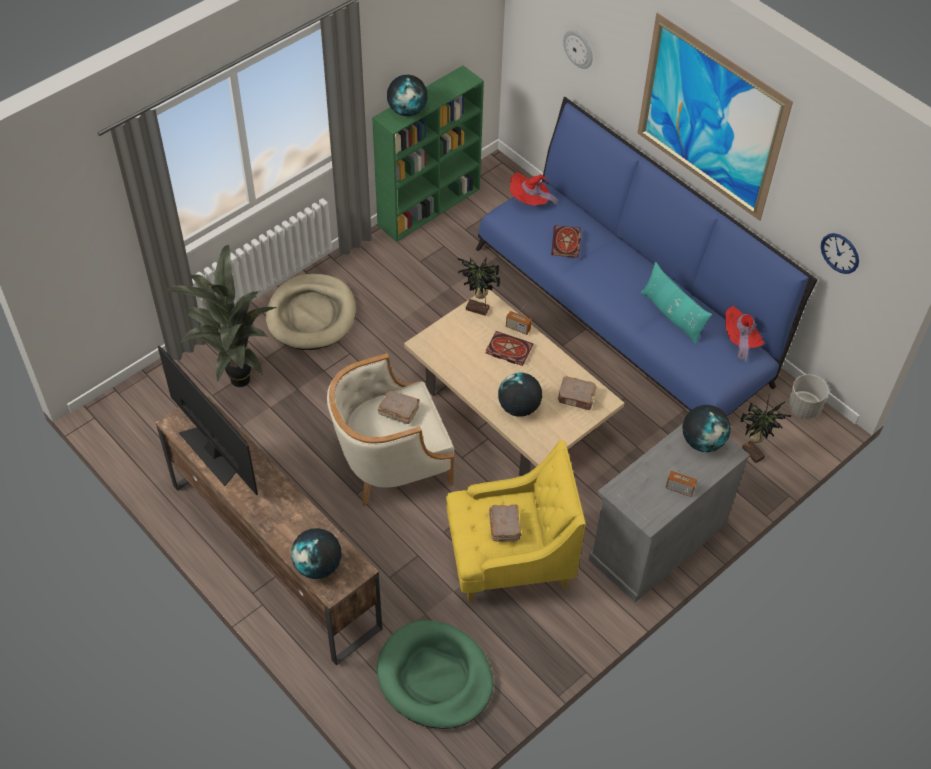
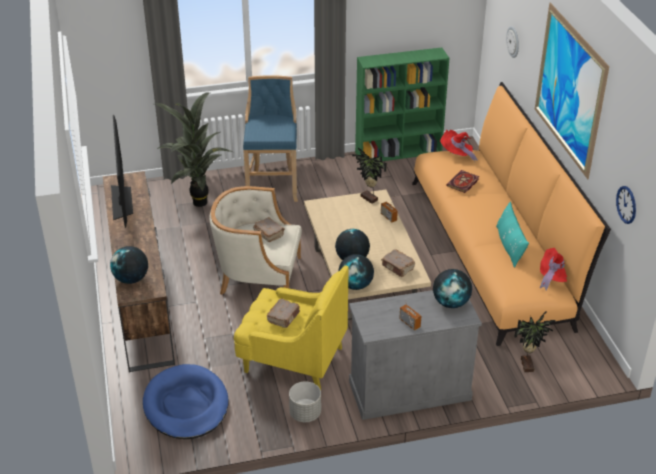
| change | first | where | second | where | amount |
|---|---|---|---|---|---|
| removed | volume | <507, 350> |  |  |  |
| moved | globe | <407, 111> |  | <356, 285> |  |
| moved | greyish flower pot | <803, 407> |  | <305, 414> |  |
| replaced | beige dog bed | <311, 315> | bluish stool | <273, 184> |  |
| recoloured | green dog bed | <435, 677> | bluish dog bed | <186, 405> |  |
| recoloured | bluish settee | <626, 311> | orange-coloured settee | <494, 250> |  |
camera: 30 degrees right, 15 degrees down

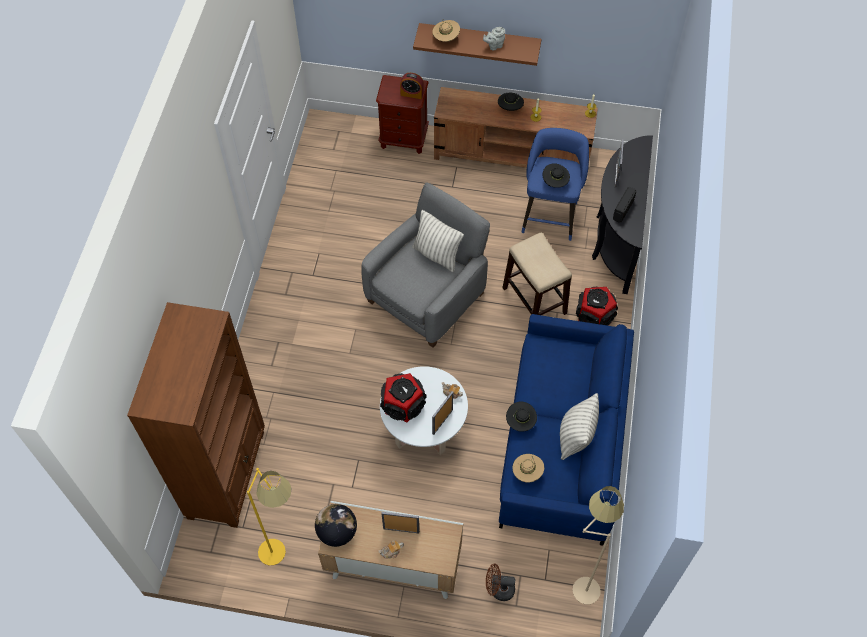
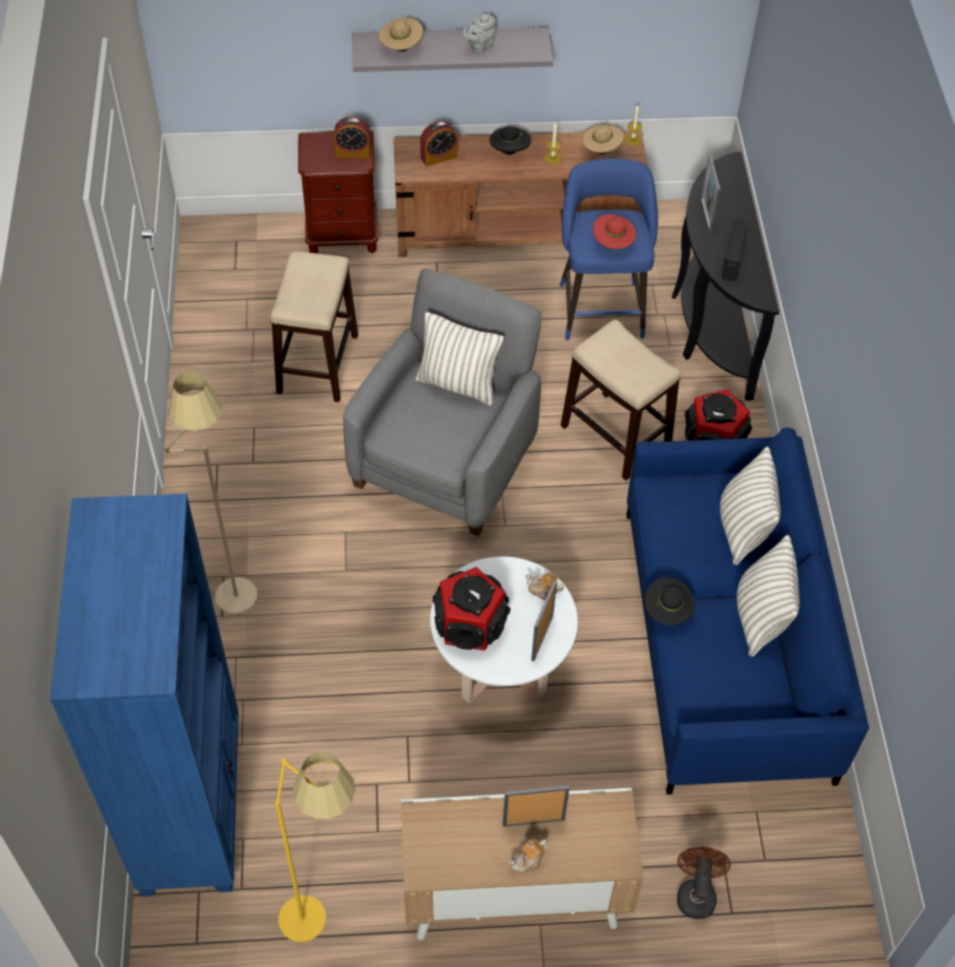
| change | first | where | second | where | amount |
|---|---|---|---|---|---|
| removed | globe | <337, 532> |  |  |  |
| added |  |  | stool | <317, 364> |  |
| added |  |  | alarm clock | <438, 157> |  |
| added |  |  | throw pillow | <743, 528> |  |
| moved | beige clothing hat | <527, 472> |  | <601, 150> |  |
| moved | beige standard lamp | <583, 578> |  | <230, 580> |  |
| recoloured | brown-coloured shelving unit | <227, 474> | bluish shelving unit | <192, 806> |  |
| recoloured | brown-coloured shelf | <479, 40> | greyish shelf | <450, 47> |  |
| recoloured | blackish clothing hat | <555, 182> | red-coloured clothing hat | <613, 243> |  |
| turned | brown-coloured cooling fan | <498, 589> |  | <696, 893> | 105 degrees clockwise |
camera: 15 degrees left, 5 degrees down

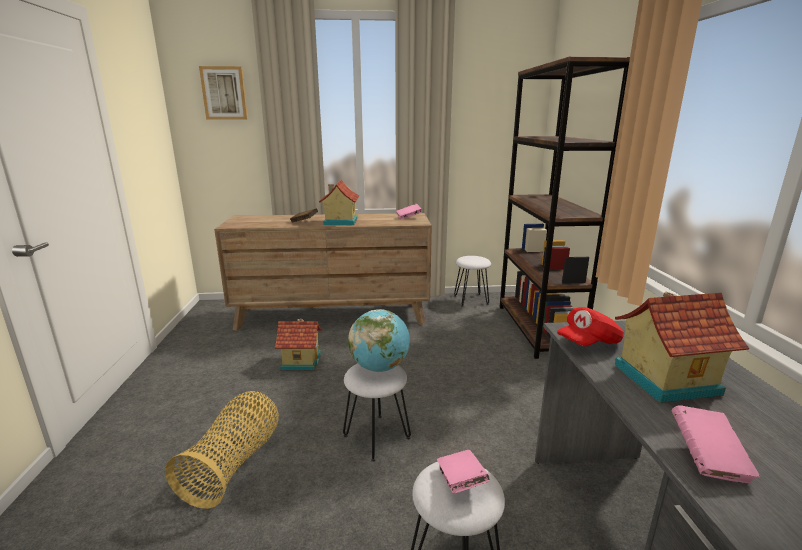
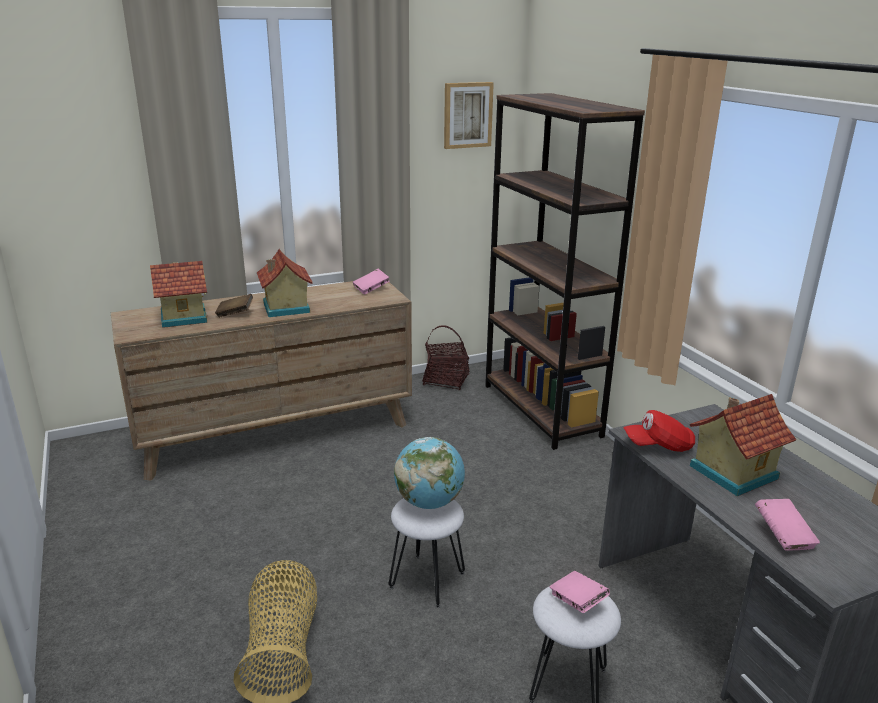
| change | first | where | second | where | amount |
|---|---|---|---|---|---|
| moved | wall picture | <224, 93> |  | <467, 115> |  |
| moved | miniature house | <301, 360> |  | <183, 316> |  |
| replaced | white-coloured stool | <471, 300> | storage basket | <446, 380> |  |
| turned | red-coloured cap | <588, 343> |  | <658, 445> | 45 degrees clockwise |
camera: 20 degrees left, 5 degrees up

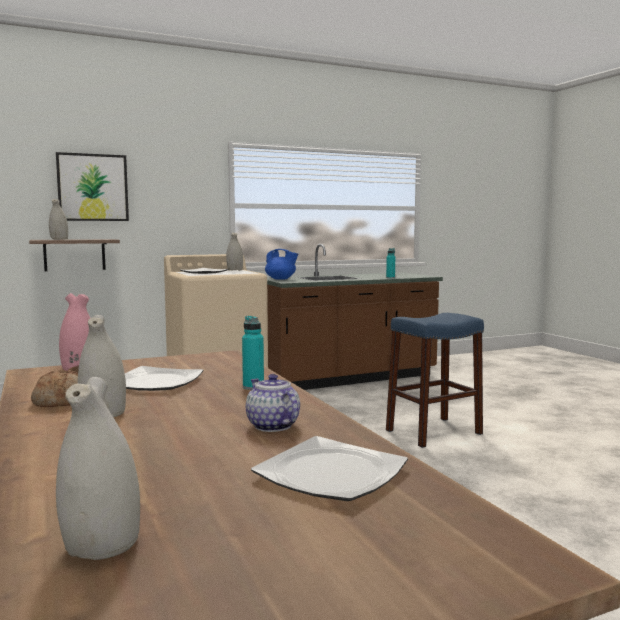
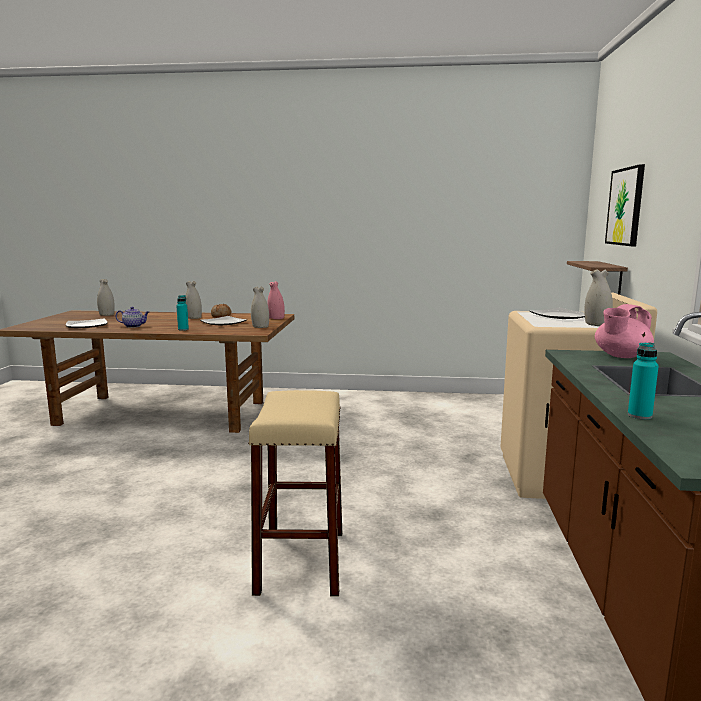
| change | first | where | second | where | amount |
|---|---|---|---|---|---|
| moved | white-coloured decorative vase | <59, 239> |  | <260, 326> |  |
| recoloured | bluish tea pot | <281, 279> | pink tea pot | <621, 356> |  |
| recoloured | bluish stool | <434, 432> | beige stool | <301, 561> |  |
camera: 120 degrees right, 5 degrees up

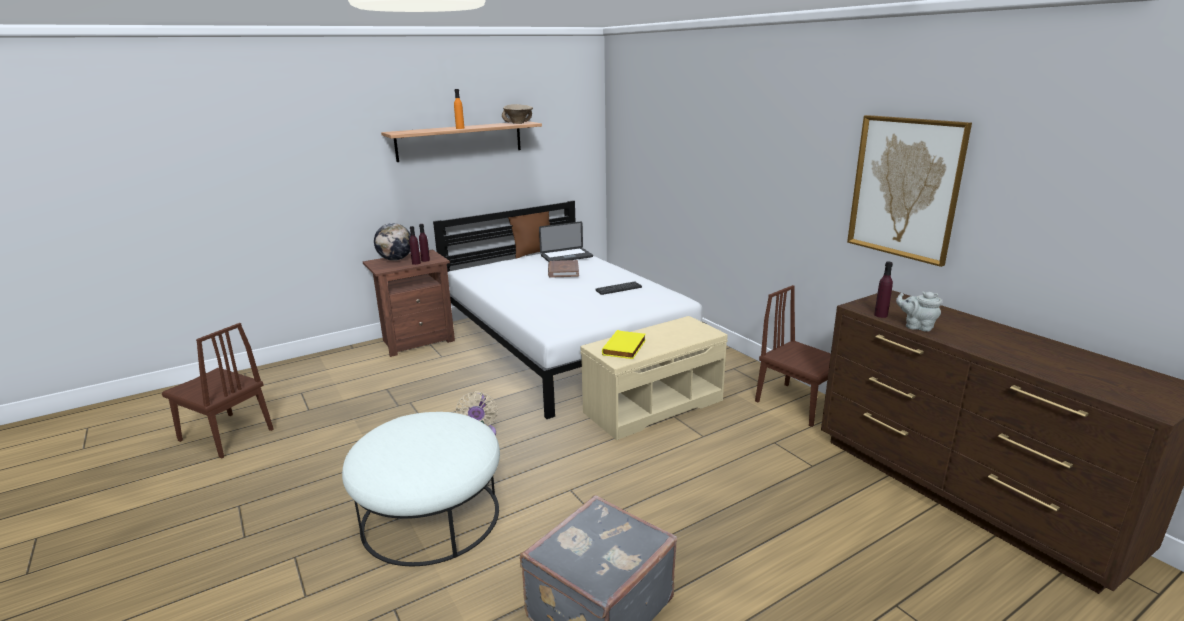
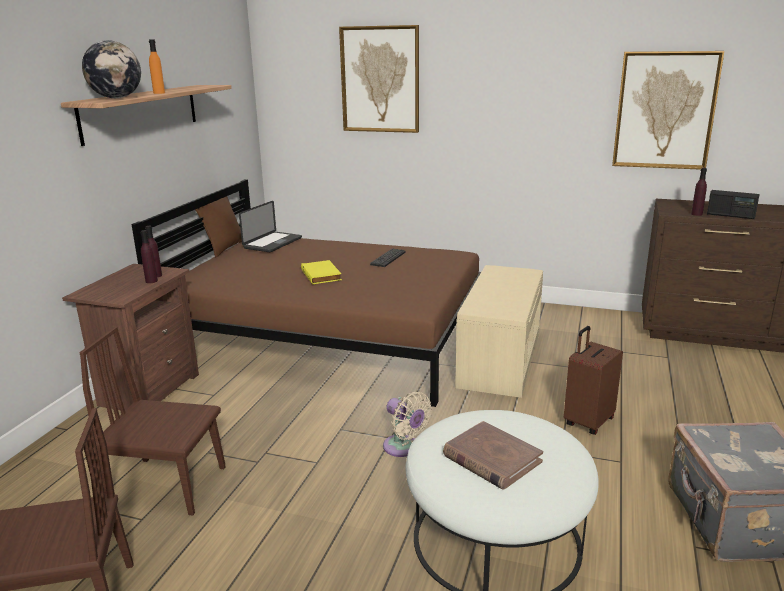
| change | first | where | second | where | amount |
|---|---|---|---|---|---|
| removed | beige deep dish | <519, 123> |  |  |  |
| added |  |  | wall picture | <380, 79> |  |
| added |  |  | brown-coloured piece of luggage | <587, 422> |  |
| moved | globe | <395, 259> |  | <116, 98> |  |
| moved | brown-coloured volume | <563, 271> |  | <491, 459> |  |
| moved | yellow volume | <625, 348> |  | <322, 275> |  |
| moved | brown-coloured plain chair | <798, 404> |  | <167, 485> |  |
| replaced | greyish tea pot | <917, 326> | radio set | <730, 215> |  |
| recoloured | white-coloured bed | <564, 344> | brown-coloured bed | <329, 338> |  |
camera: 40 degrees left, 0 degrees up

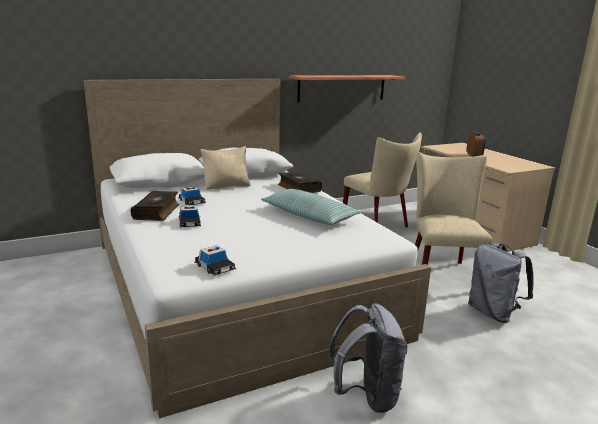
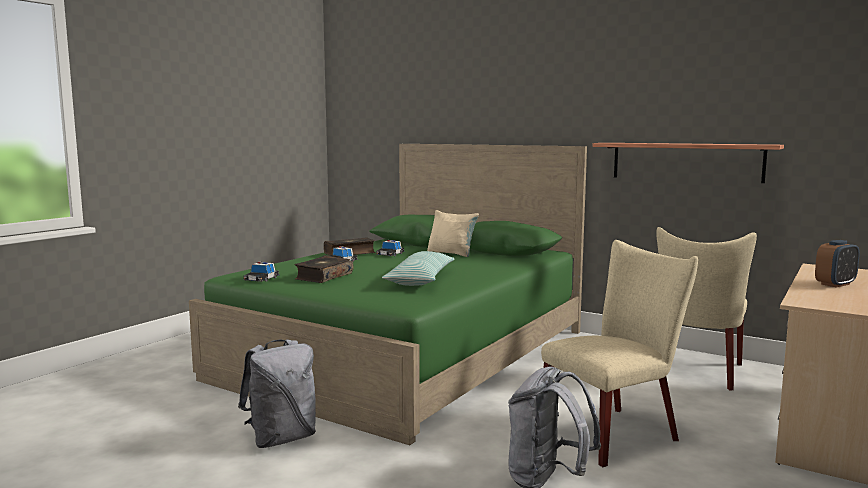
| change | first | where | second | where | amount |
|---|---|---|---|---|---|
| moved | volume | <298, 188> |  | <323, 277> |  |
| recoloured | white-coloured bed | <237, 285> | green bed | <408, 353> |  |
camera: 60 degrees right, 10 degrees down

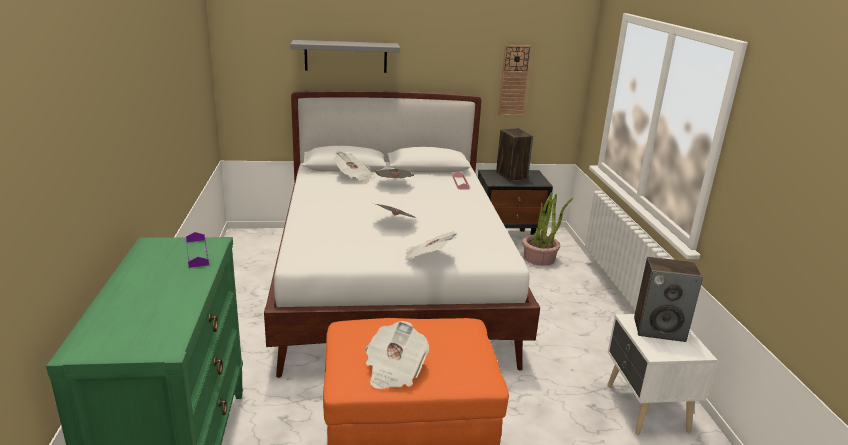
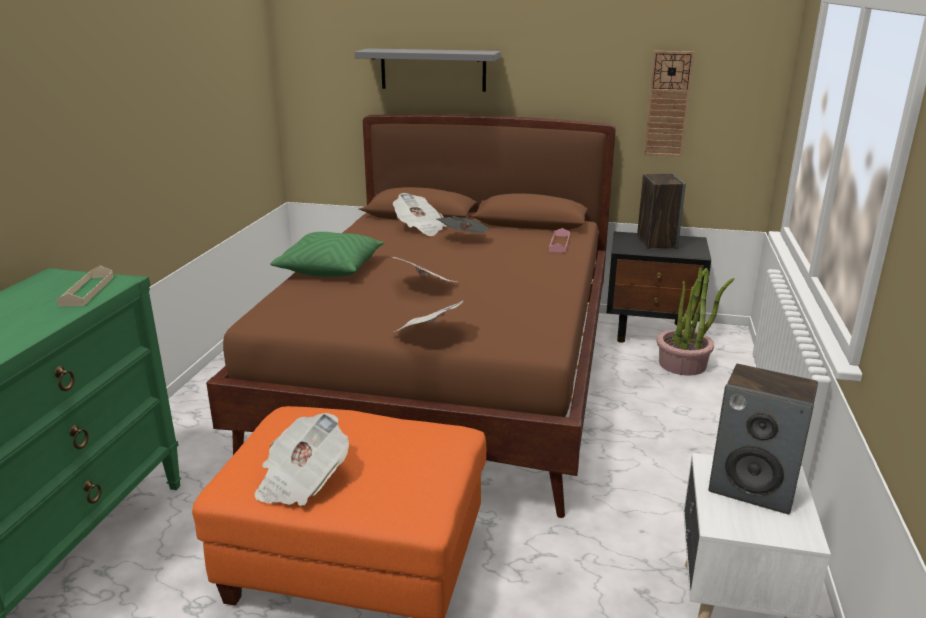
| change | first | where | second | where | amount |
|---|---|---|---|---|---|
| added |  |  | green throw pillow | <331, 268> |  |
| recoloured | purple-coloured carrying tray | <197, 253> | beige carrying tray | <87, 291> |  |
| recoloured | white-coloured bed | <392, 287> | brown-coloured bed | <448, 379> |  |
camera: 20 degrees right, 0 degrees up

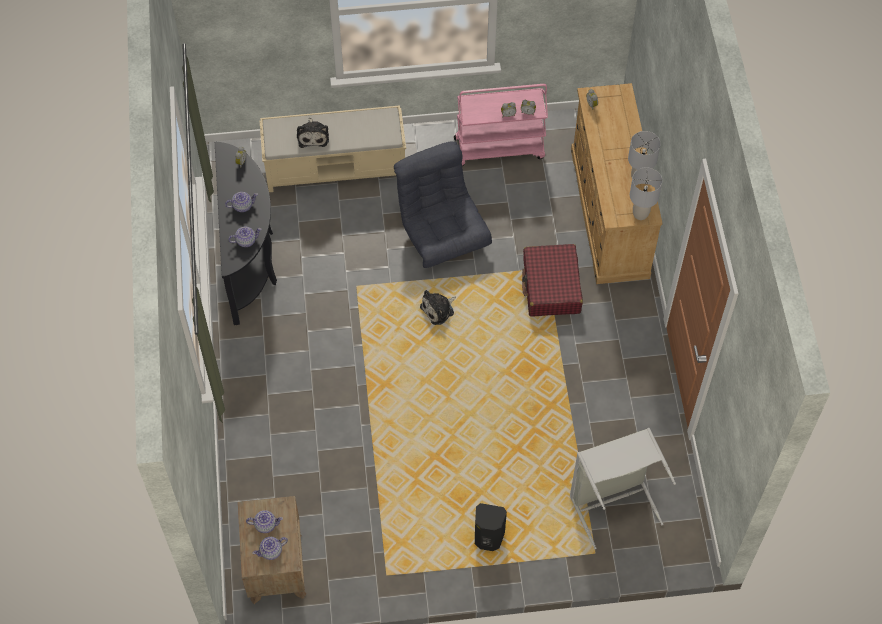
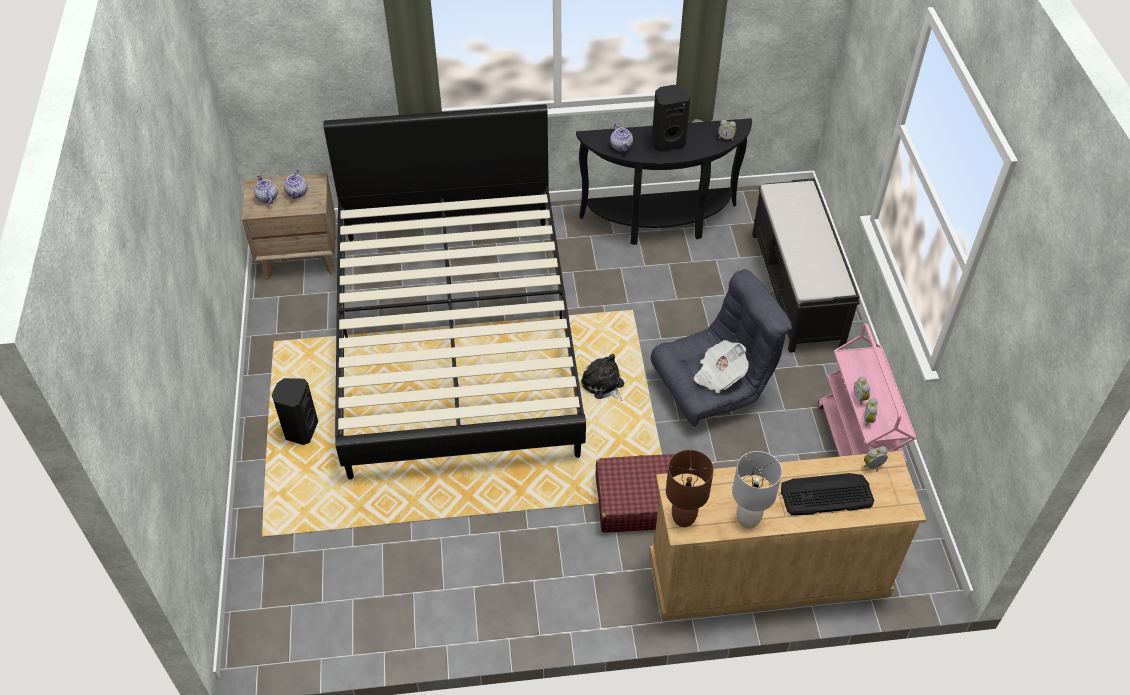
| change | first | where | second | where | amount |
|---|---|---|---|---|---|
| removed | plush toy | <313, 136> |  |  |  |
| removed | greyish washing basket | <612, 501> |  |  |  |
| added |  |  | blackish bed | <456, 337> |  |
| added |  |  | printed paper | <719, 375> |  |
| added |  |  | computer keyboard | <826, 495> |  |
| replaced | tea pot | <242, 206> | blackish speaker | <667, 142> |  |
| recoloured | beige bench | <336, 166> | blackish bench | <797, 289> |  |
| recoloured | greyish tabletop lamp | <640, 214> | brown-coloured tabletop lamp | <684, 518> |  |
camera: 90 degrees right, 10 degrees down

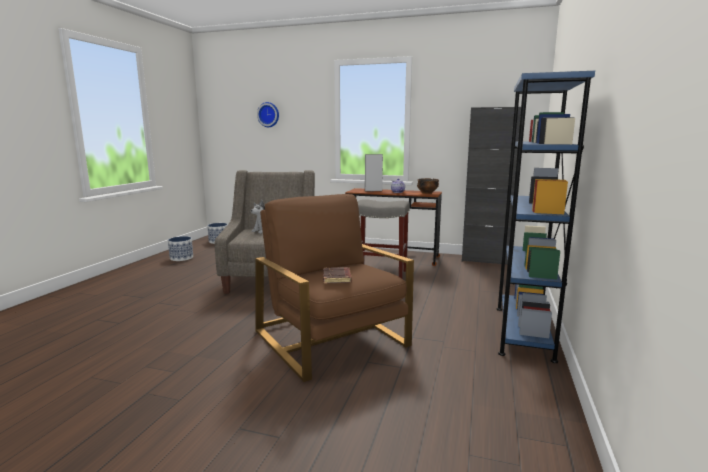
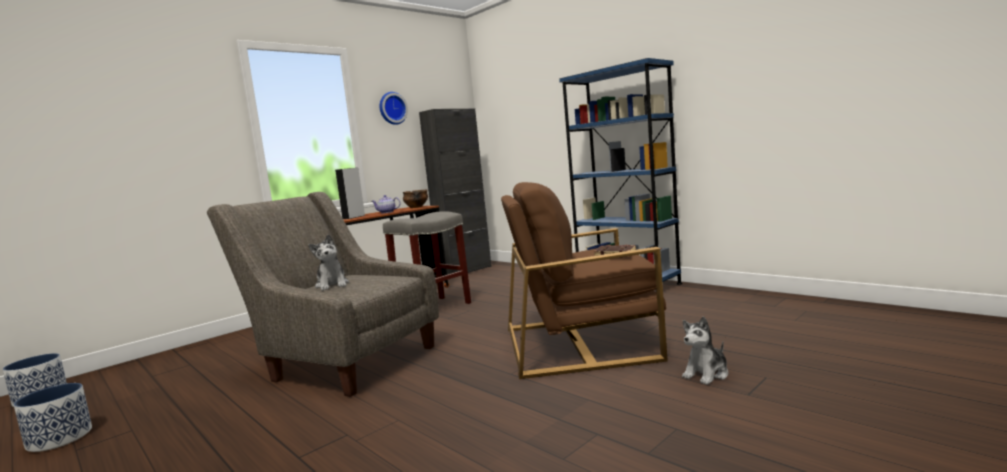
| change | first | where | second | where | amount |
|---|---|---|---|---|---|
| added |  |  | plush toy | <706, 374> |  |
| moved | clock on the wall | <269, 114> |  | <392, 108> |  |
camera: 60 degrees left, 5 degrees down

